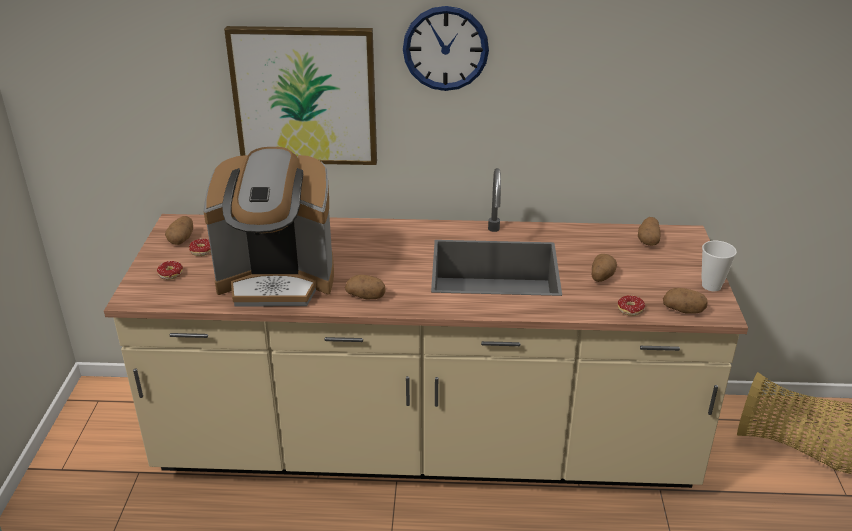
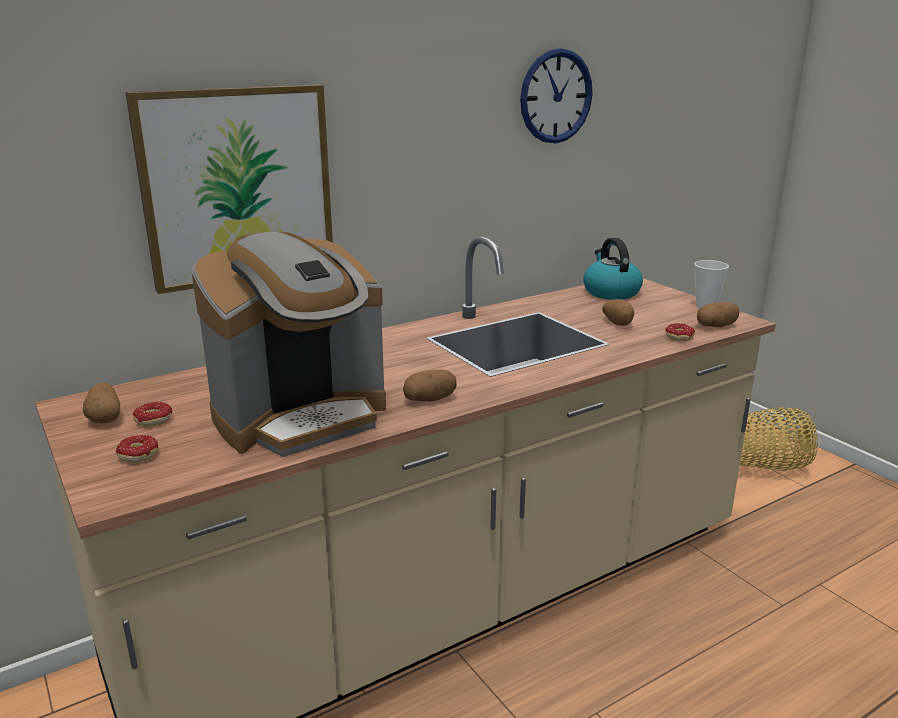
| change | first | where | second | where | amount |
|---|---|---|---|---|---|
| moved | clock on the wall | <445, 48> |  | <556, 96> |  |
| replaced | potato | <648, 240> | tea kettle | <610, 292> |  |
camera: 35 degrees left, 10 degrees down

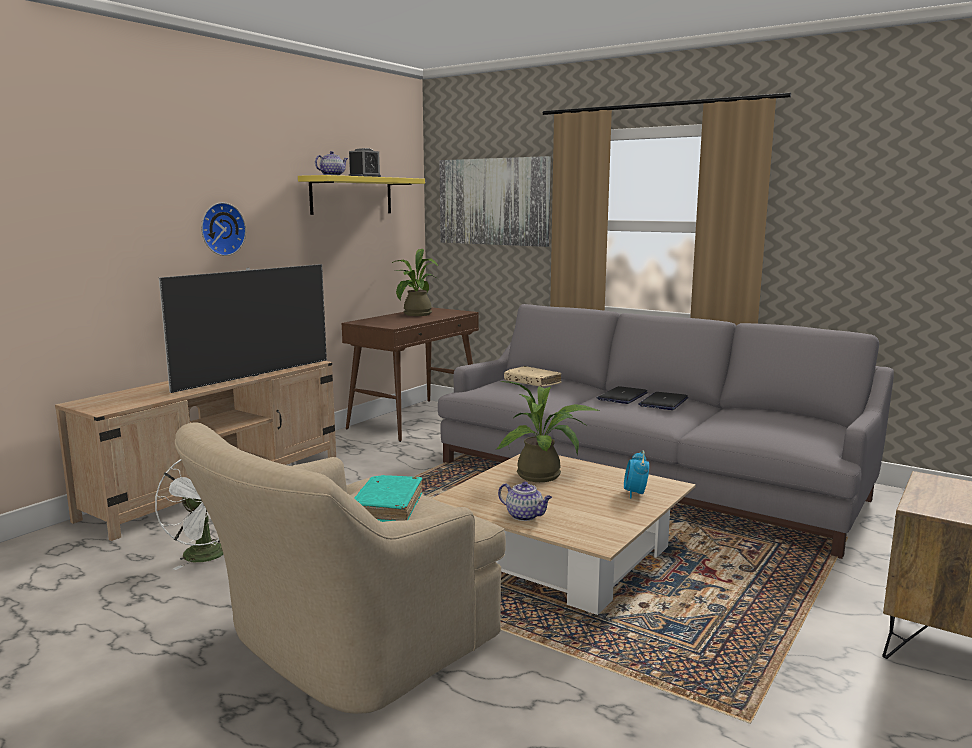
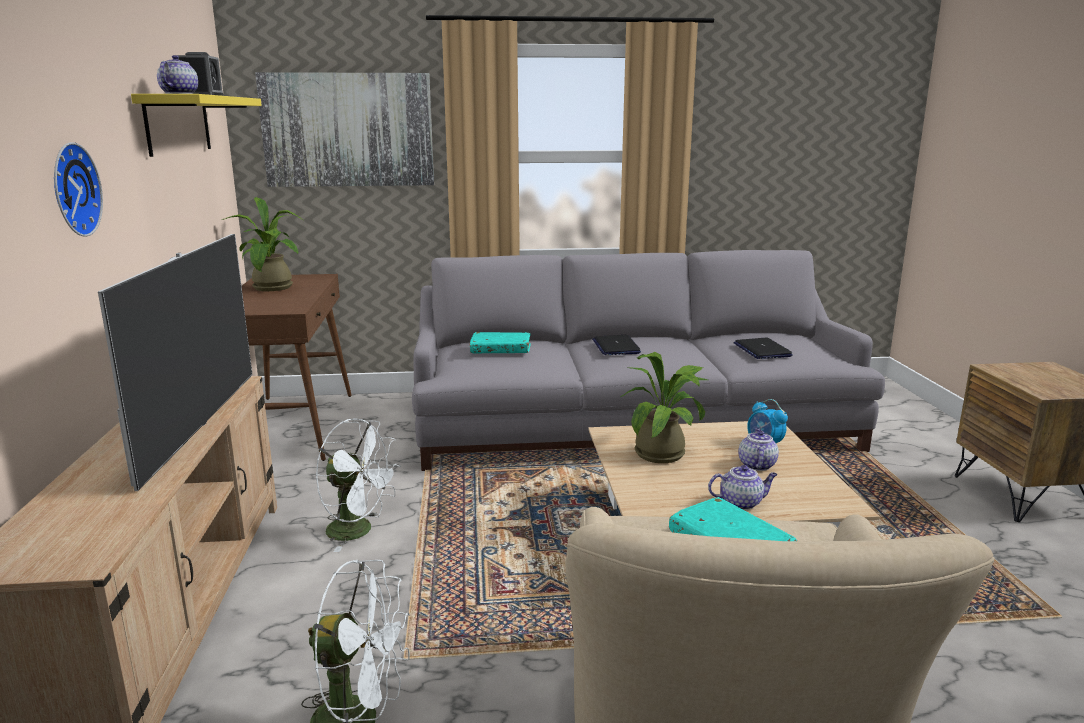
| change | first | where | second | where | amount |
|---|---|---|---|---|---|
| added |  |  | white-coloured cooling fan | <359, 531> |  |
| added |  |  | tea pot | <756, 465> |  |
| moved | notebook computer | <663, 402> |  | <762, 350> |  |
| recoloured | beige volume | <532, 382> | blue-green volume | <500, 350> |  |
camera: 40 degrees left, 5 degrees up

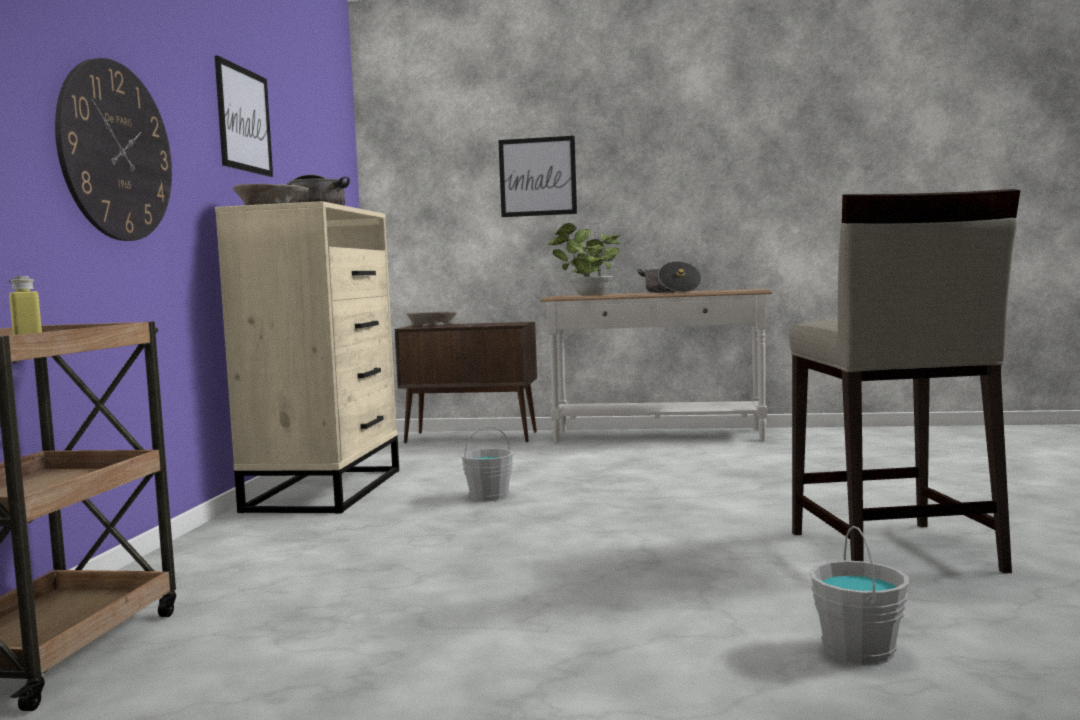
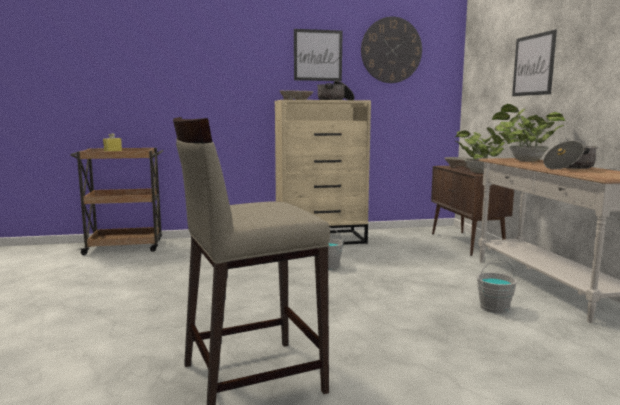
| change | first | where | second | where | amount |
|---|---|---|---|---|---|
| added |  |  | houseplant | <482, 172> |  |
| moved | clock on the wall | <116, 151> |  | <391, 50> |  |
| moved | greyish water bucket | <857, 649> |  | <494, 307> |  |
camera: 70 degrees right, 5 degrees up

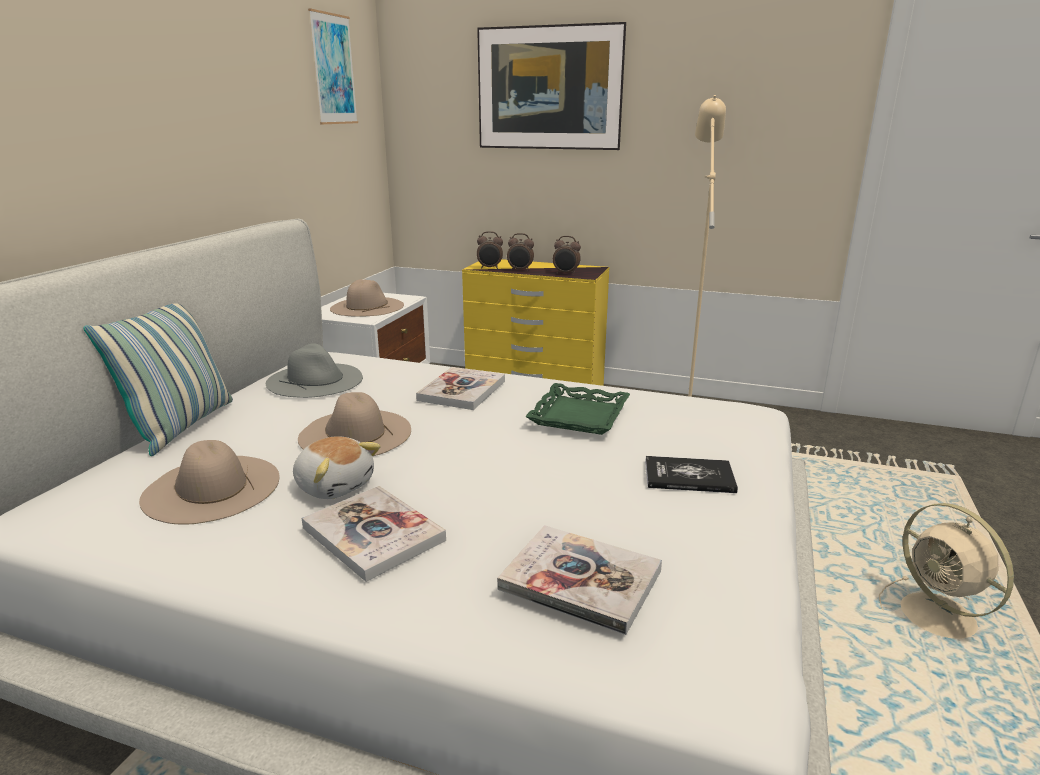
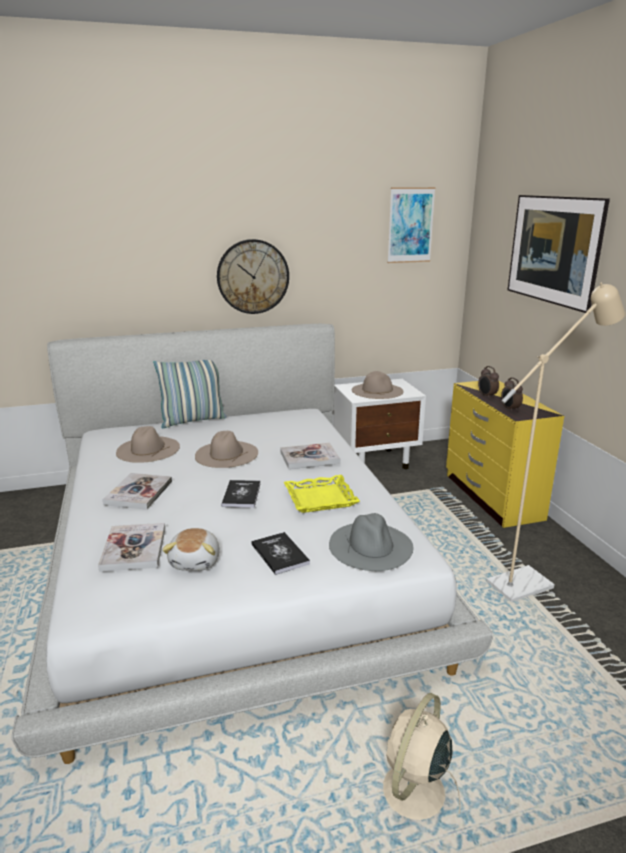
| change | first | where | second | where | amount |
|---|---|---|---|---|---|
| removed | alarm clock | <490, 268> |  |  |  |
| added |  |  | clock on the wall | <253, 276> |  |
| added |  |  | volume | <241, 495> |  |
| moved | greyish clothing hat | <315, 380> |  | <371, 545> |  |
| moved | plush toy | <335, 485> |  | <196, 561> |  |
| recoloured | green carrying tray | <578, 415> | yellow carrying tray | <320, 498> |  |
camera: 55 degrees right, 0 degrees up

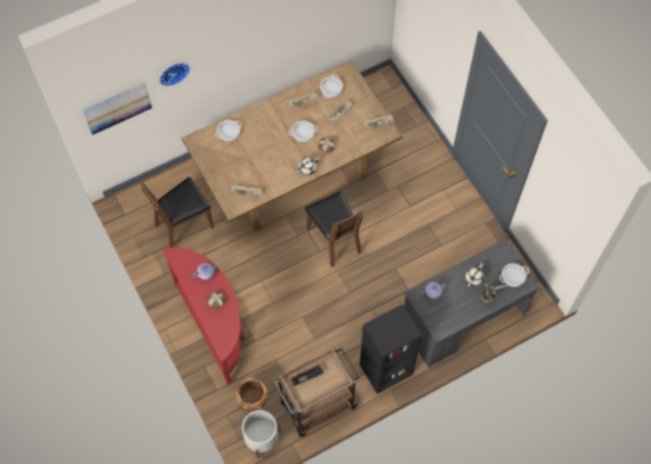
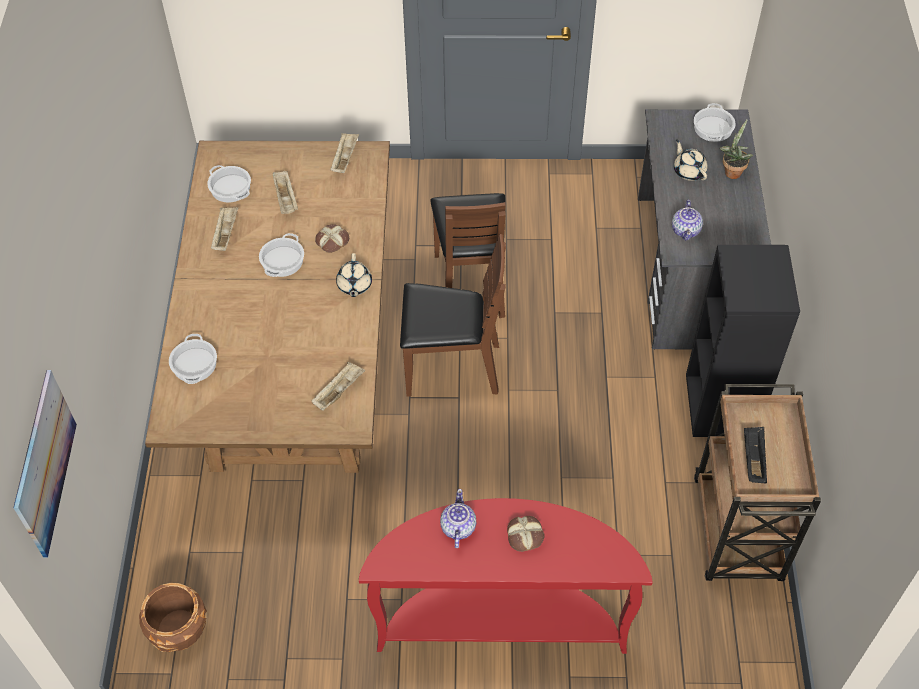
| change | first | where | second | where | amount |
|---|---|---|---|---|---|
| removed | clock on the wall | <173, 72> |  |  |  |
| removed | white-coloured flower pot | <262, 439> |  |  |  |
| moved | brown-coloured plain chair | <184, 225> |  | <471, 284> |  |
| moved | brown-coloured flower pot | <253, 399> |  | <179, 631> |  |
camera: 60 degrees left, 10 degrees down

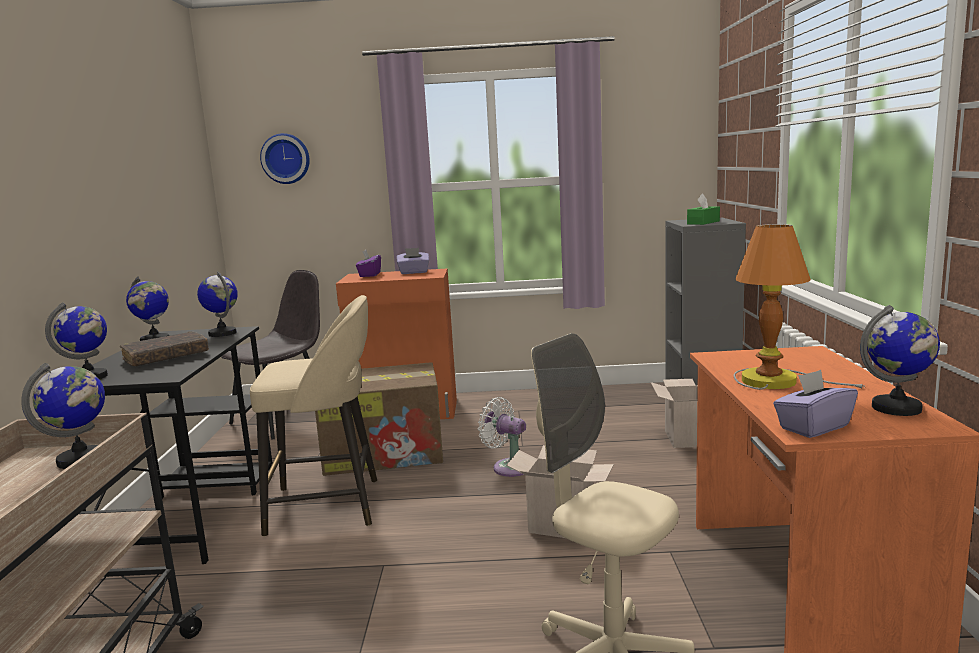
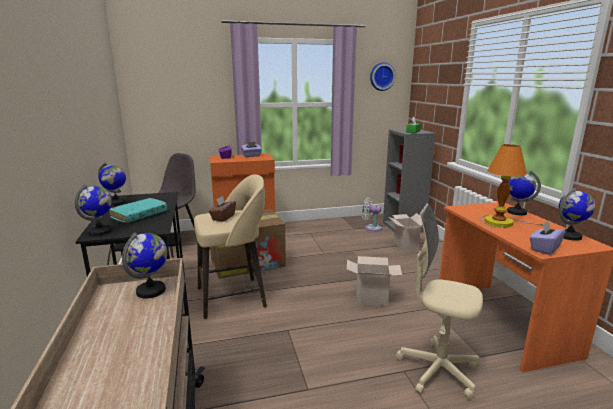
| change | first | where | second | where | amount |
|---|---|---|---|---|---|
| added |  |  | brown-coloured box of tissues | <223, 217> |  |
| moved | globe | <222, 333> |  | <516, 212> |  |
| moved | clock on the wall | <286, 158> |  | <381, 76> |  |
| moved | white-coloured cooling fan | <508, 467> |  | <371, 228> |  |
| recoloured | brown-coloured volume | <166, 357> | blue-green volume | <139, 215> |  |
camera: 15 degrees left, 5 degrees up

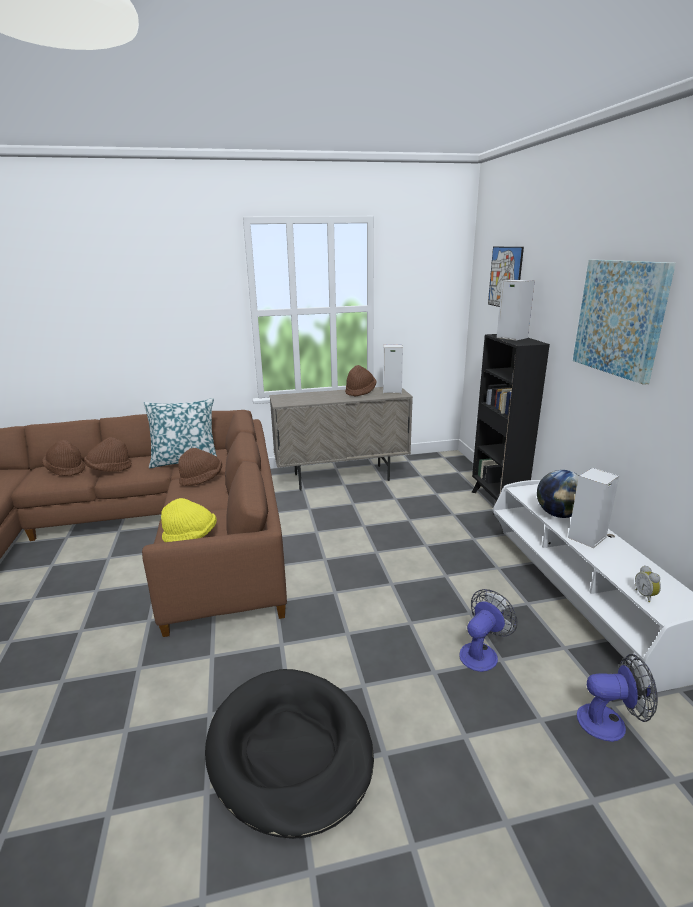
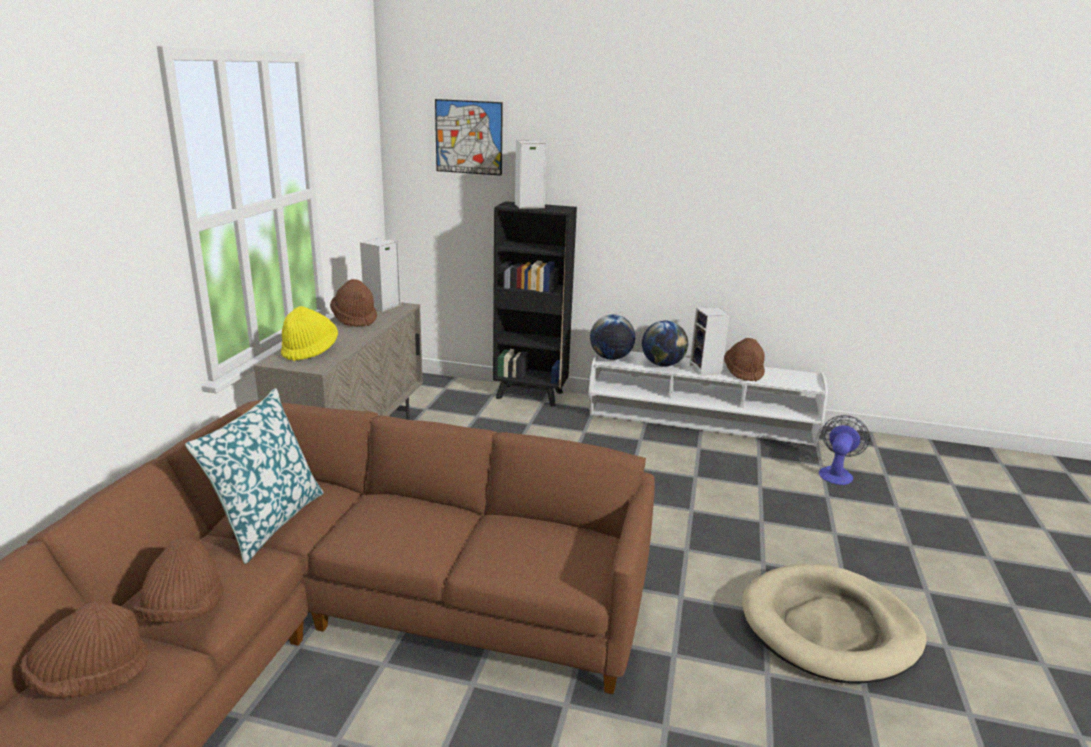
| change | first | where | second | where | amount |
|---|---|---|---|---|---|
| removed | cooling fan | <482, 652> |  |  |  |
| removed | wall picture | <620, 318> |  |  |  |
| removed | alarm clock | <645, 595> |  |  |  |
| added |  |  | globe | <611, 358> |  |
| moved | yellow clothing hat | <191, 537> |  | <310, 351> |  |
| moved | brown-coloured clothing hat | <202, 479> |  | <743, 372> |  |
| recoloured | blackish dog bed | <290, 751> | beige dog bed | <829, 628> |  |
camera: 65 degrees left, 0 degrees up

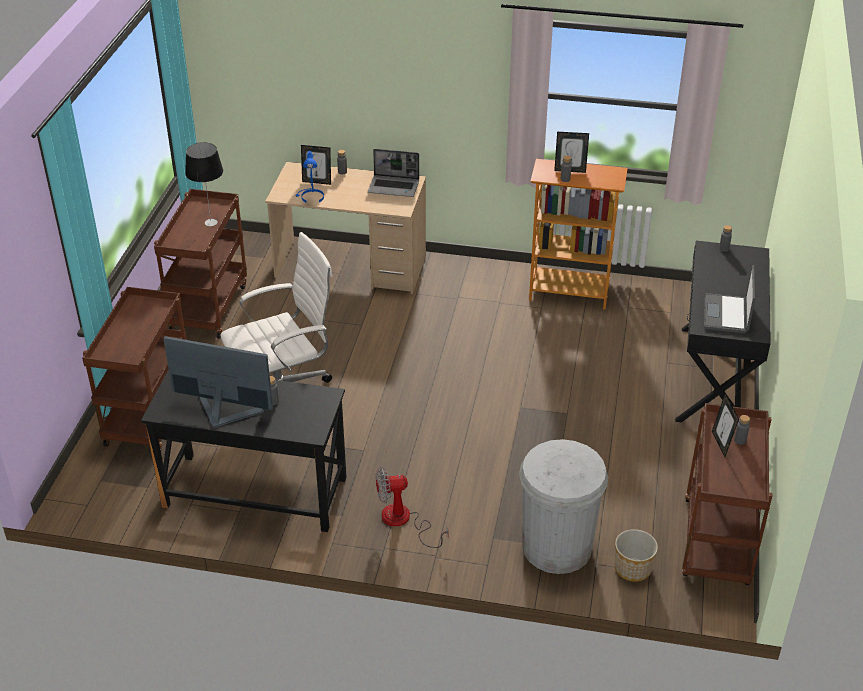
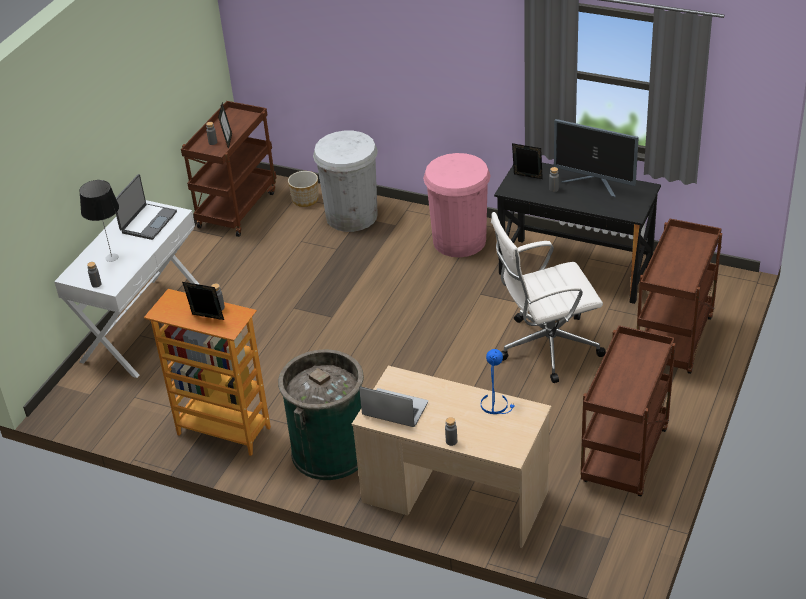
| change | first | where | second | where | amount |
|---|---|---|---|---|---|
| added |  |  | green rubbish bin | <330, 451> |  |
| moved | tabletop lamp | <210, 223> |  | <112, 257> |  |
| moved | standing frame | <317, 182> |  | <527, 178> |  |
| replaced | cooling fan | <404, 521> | pink rubbish bin | <459, 241> |  |
| recoloured | blackish narrow table | <715, 377> | white-coloured narrow table | <144, 326> |  |
camera: 165 degrees left, 0 degrees up

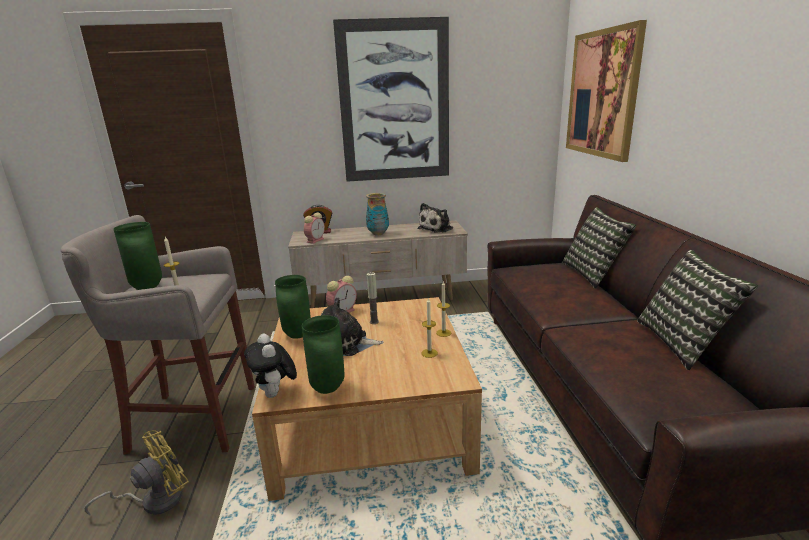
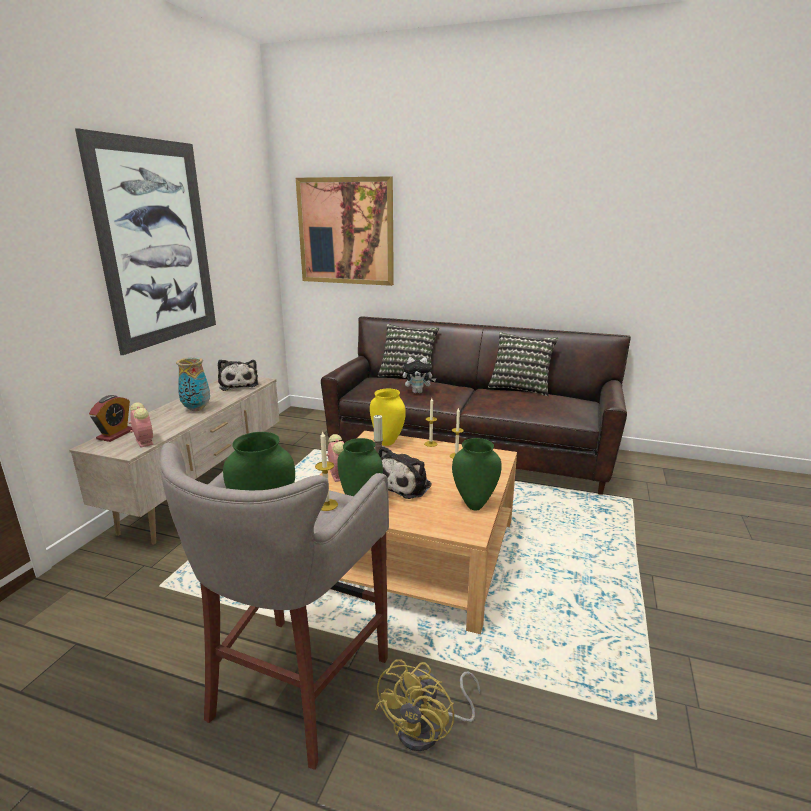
| change | first | where | second | where | amount |
|---|---|---|---|---|---|
| added |  |  | yellow decorative vase | <387, 443> |  |
| moved | plush toy | <275, 394> |  | <418, 392> |  |
| turned | yellow cooling fan | <155, 500> |  | <428, 729> | 135 degrees counterclockwise |
camera: 65 degrees left, 0 degrees up

